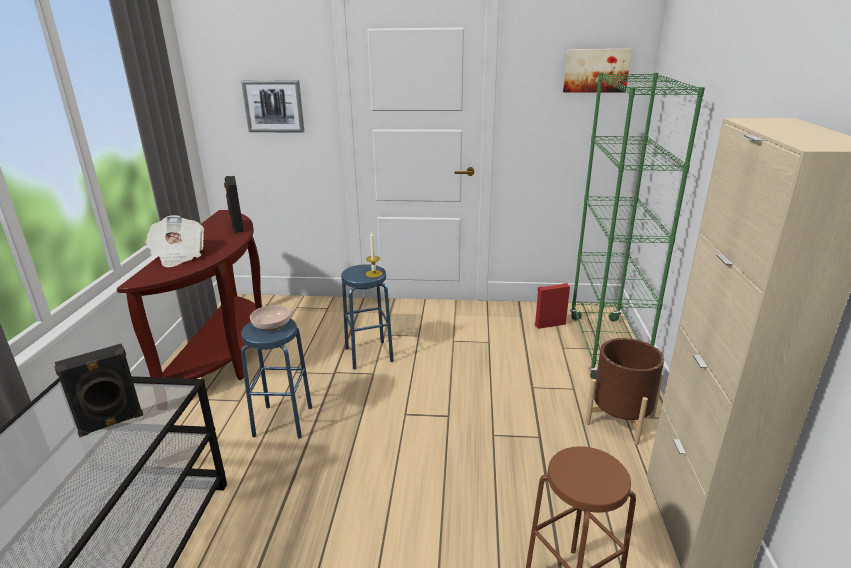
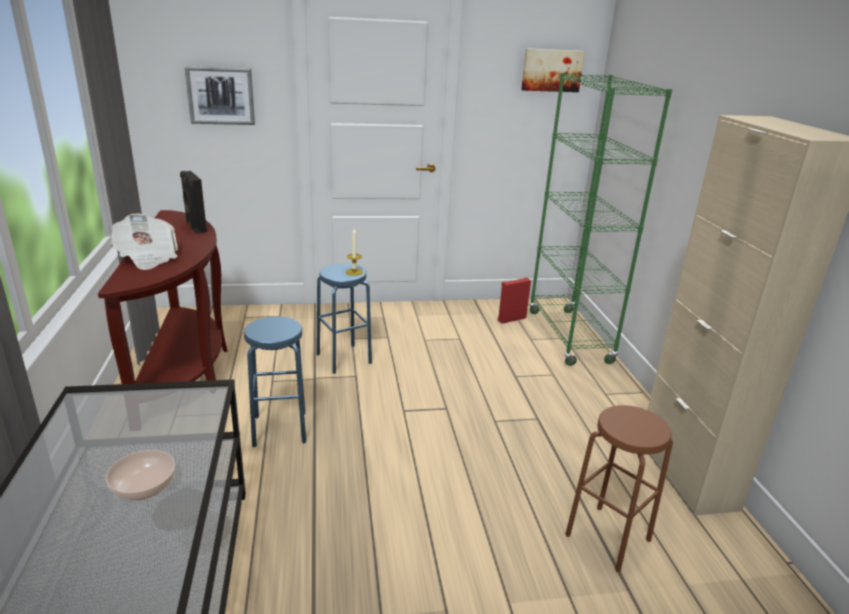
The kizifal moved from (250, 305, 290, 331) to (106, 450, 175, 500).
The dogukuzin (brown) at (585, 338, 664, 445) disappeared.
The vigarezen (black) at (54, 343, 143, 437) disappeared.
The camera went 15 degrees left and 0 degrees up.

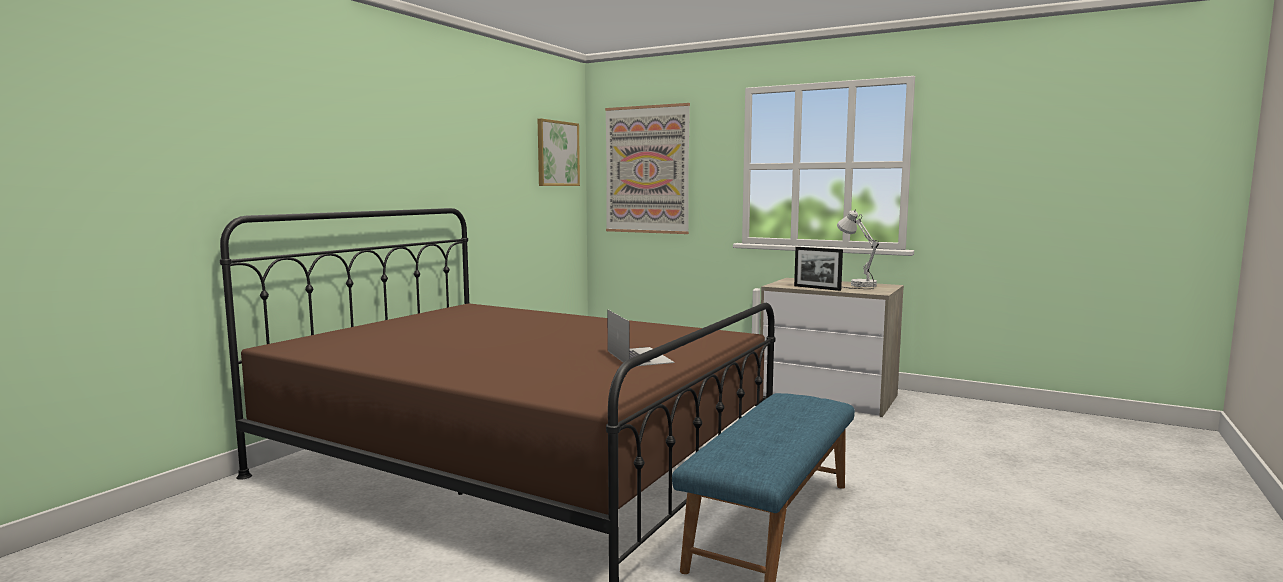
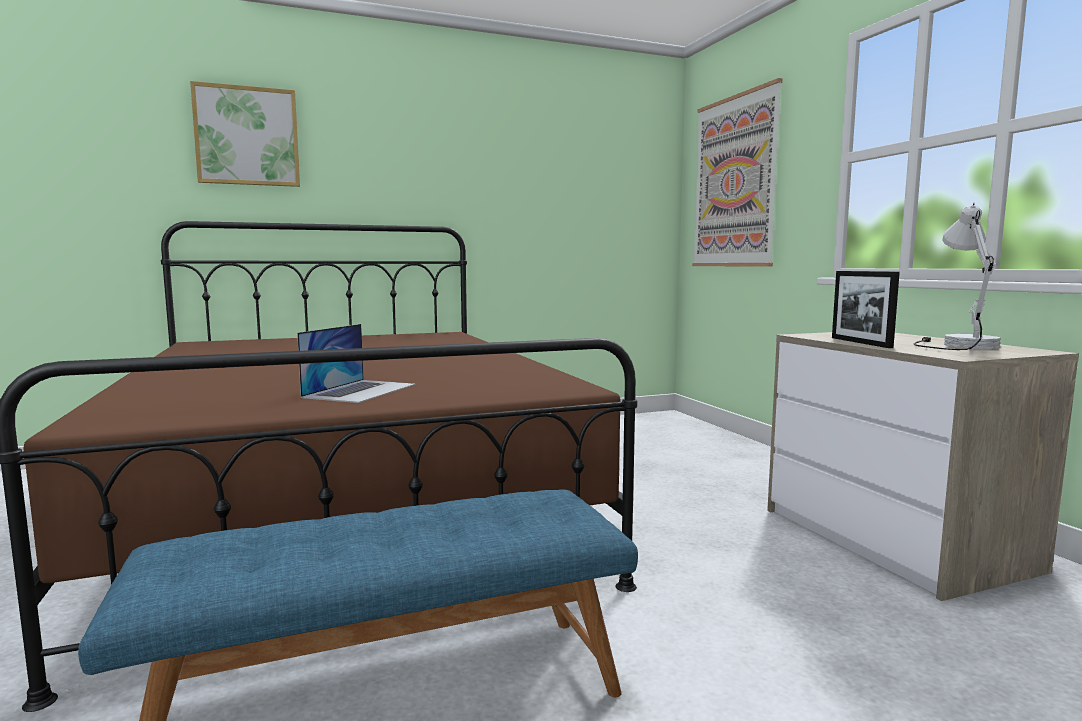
The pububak moved from (538, 118, 580, 186) to (190, 81, 300, 187).
The camera went 40 degrees right and 0 degrees up.

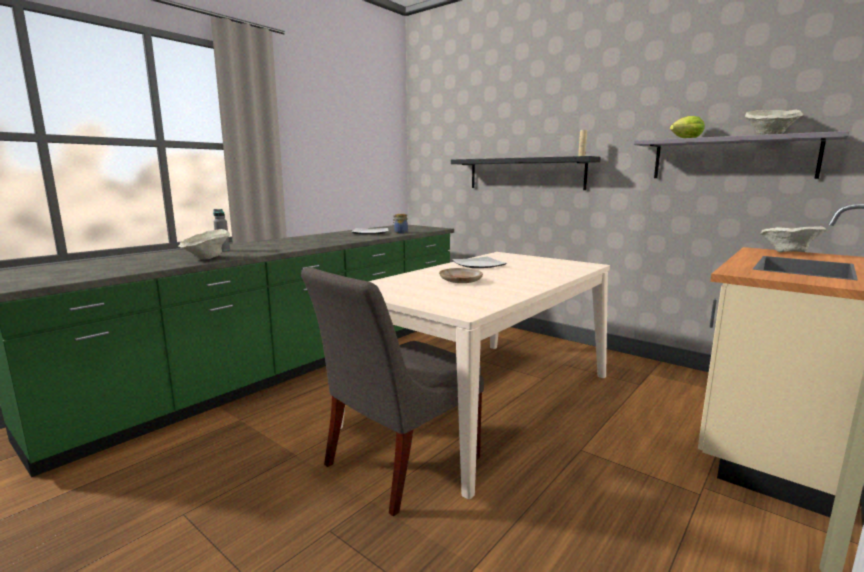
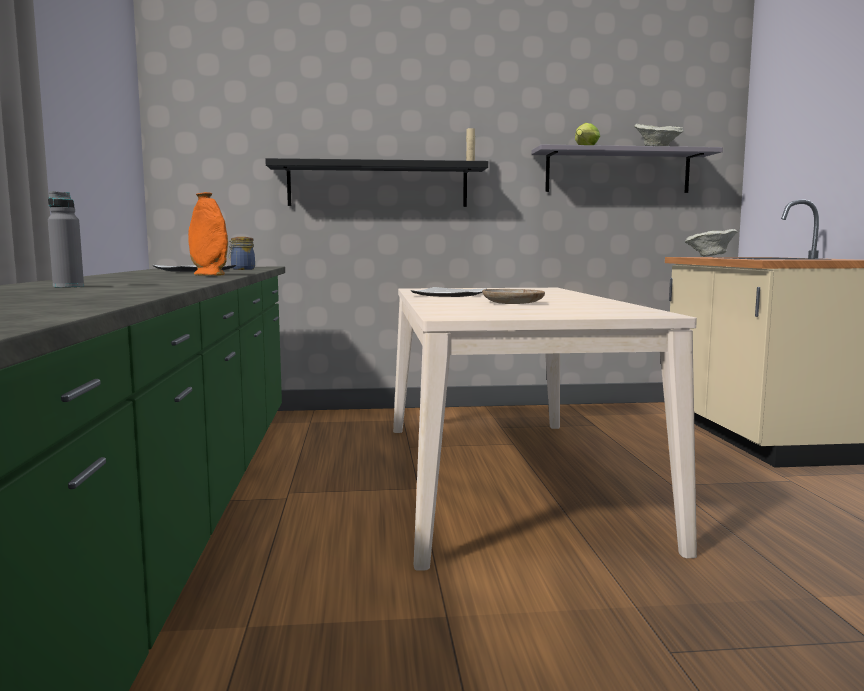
The kizifal (beige) at (178, 229, 230, 260) disappeared.
The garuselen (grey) at (301, 267, 484, 516) disappeared.
The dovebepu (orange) at (188, 192, 228, 276) appeared.
The camera went 45 degrees left and 5 degrees down.

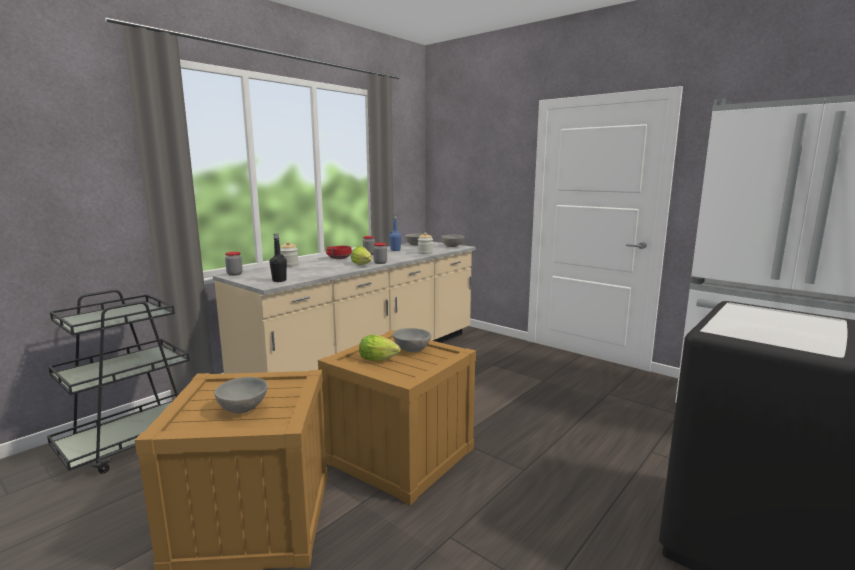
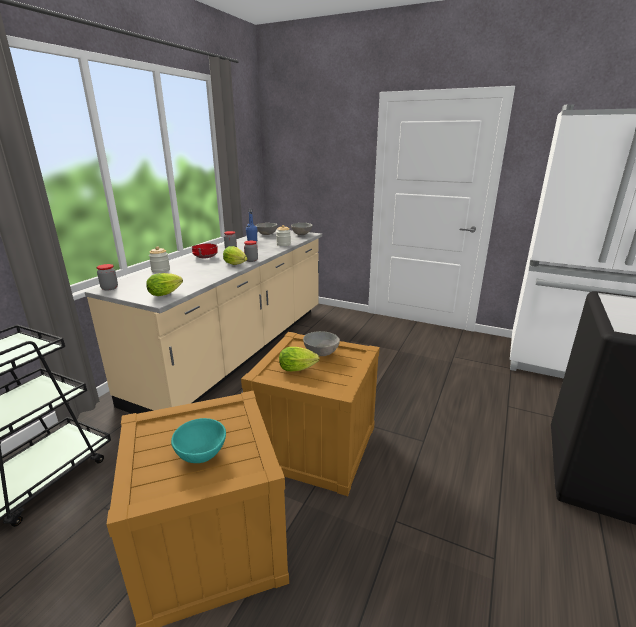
The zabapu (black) at (270, 234, 287, 282) was replaced by the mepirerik at (146, 273, 183, 296).
The kizifal (grey) at (214, 377, 268, 414) became the kizifal (turquoise) at (171, 418, 226, 463).
The camera went 15 degrees left and 10 degrees up.

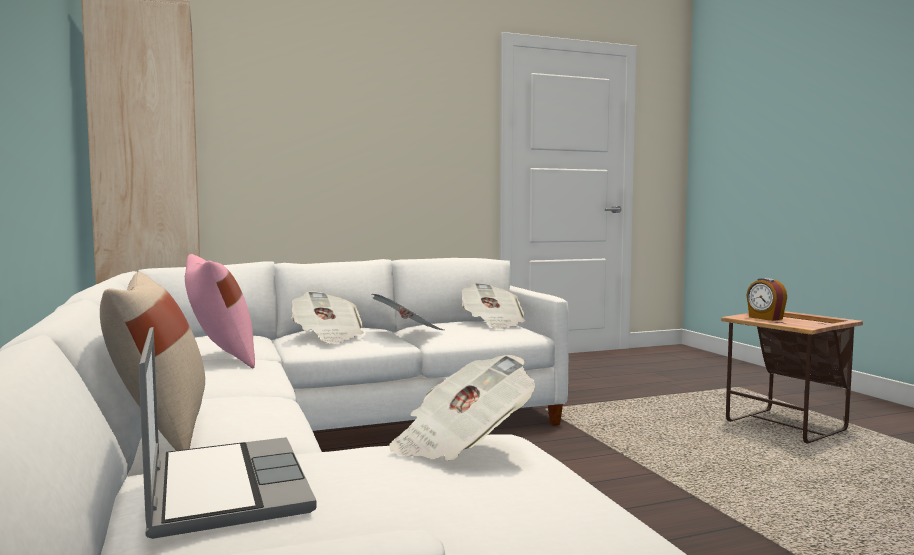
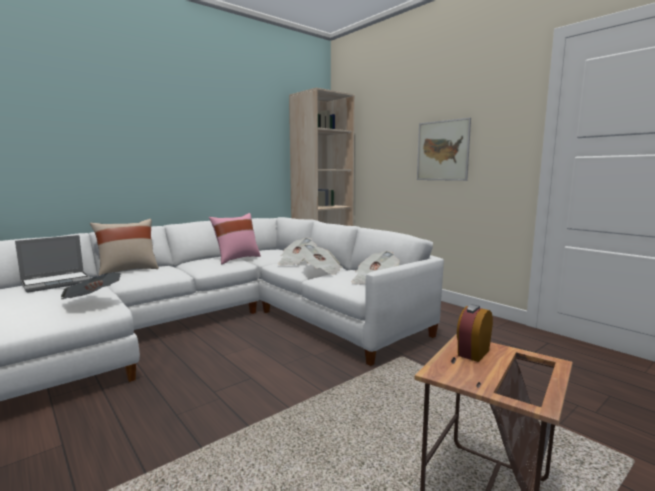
The pububak at (417, 118, 471, 181) appeared.
The camera went 70 degrees right and 5 degrees up.

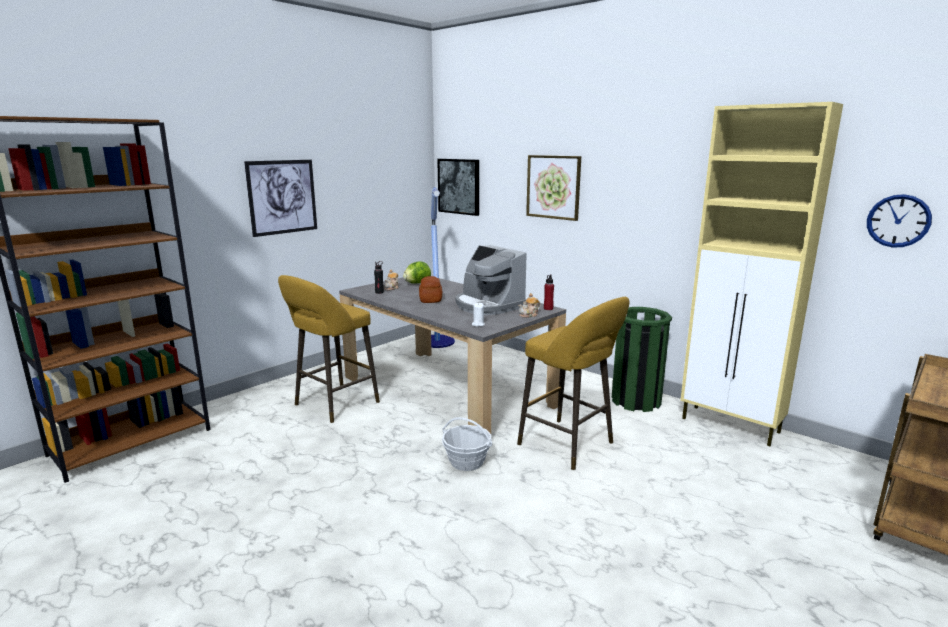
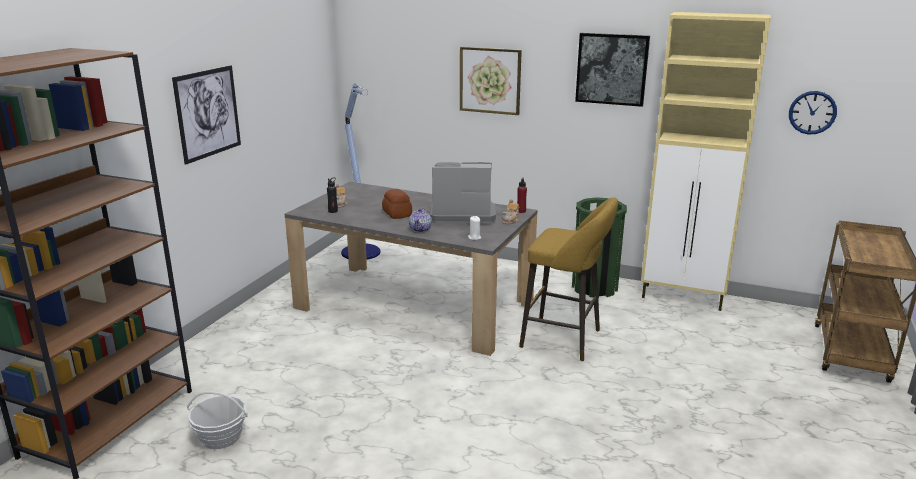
The pububak moved from (437, 159, 479, 216) to (575, 33, 650, 107).
The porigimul at (455, 245, 526, 315) turned 150 degrees clockwise.
The mepirerik at (403, 261, 431, 284) disappeared.
The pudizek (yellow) at (278, 275, 380, 423) disappeared.
The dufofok moved from (442, 417, 492, 471) to (187, 391, 248, 449).
The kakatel at (409, 208, 432, 232) appeared.
The camera went 20 degrees left and 5 degrees up.

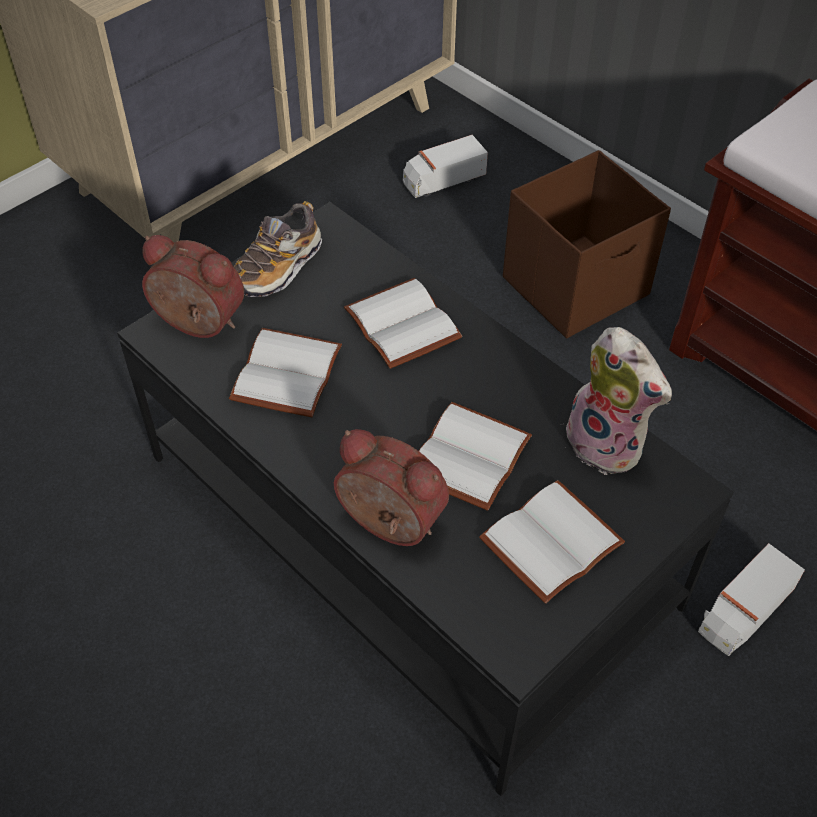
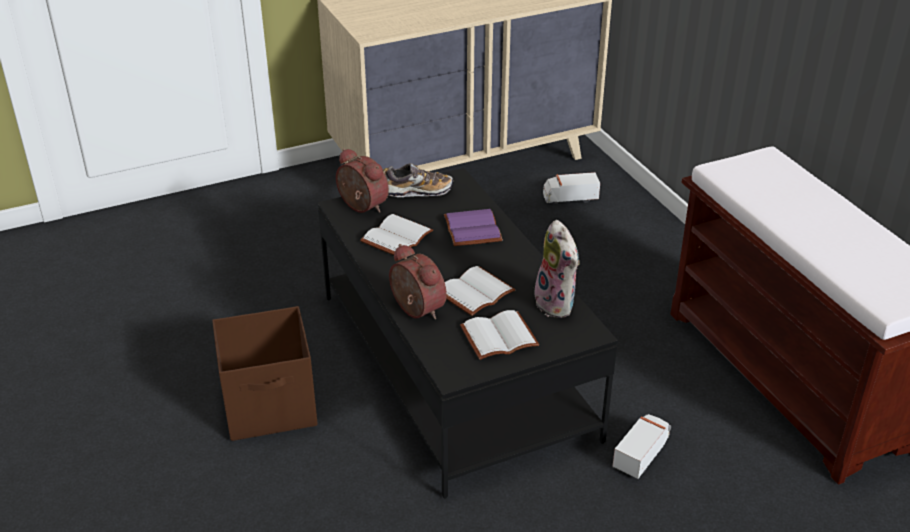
The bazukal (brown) moved from (503, 150, 671, 338) to (212, 306, 318, 441).
The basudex at (234, 201, 322, 297) turned 150 degrees counterclockwise.
The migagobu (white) at (344, 278, 462, 369) became the migagobu (purple) at (444, 209, 503, 246).
The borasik at (698, 543, 805, 656) turned 150 degrees clockwise.
The camera went 20 degrees right and 15 degrees down.

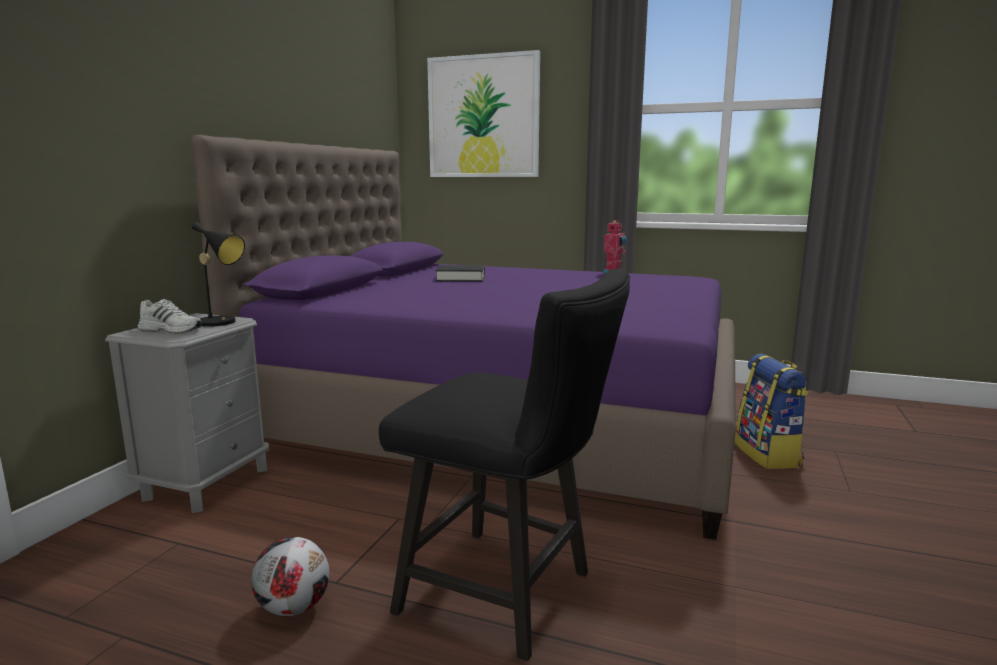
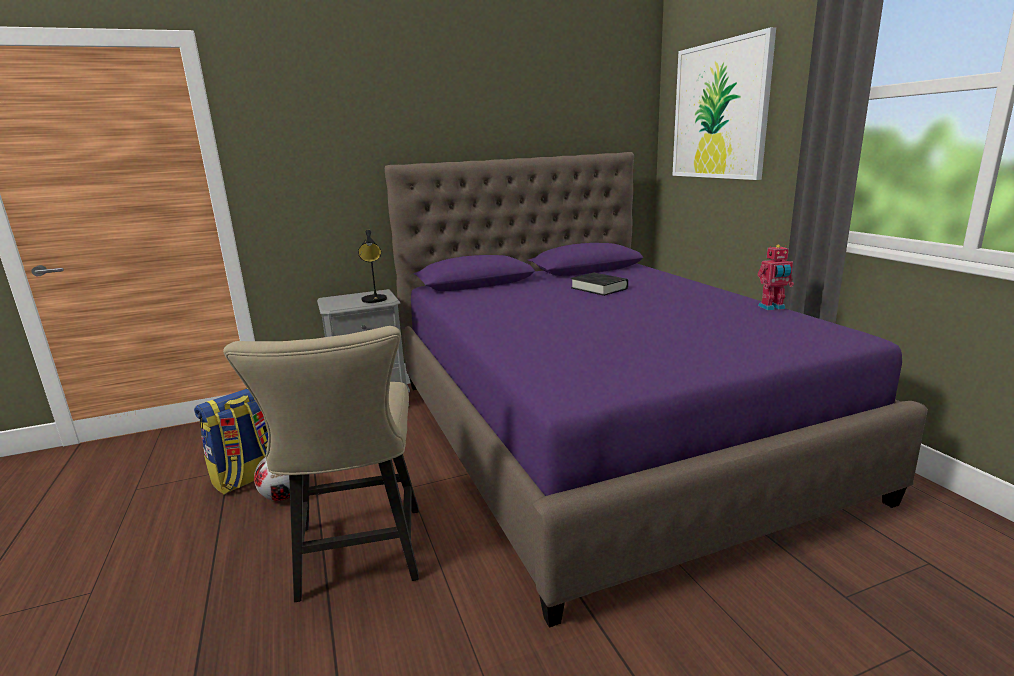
The garuselen (black) at (379, 269, 630, 661) became the garuselen (beige) at (223, 326, 419, 602).
The basudex (white) at (137, 299, 202, 333) disappeared.
The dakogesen moved from (735, 354, 809, 469) to (194, 388, 268, 495).
The camera went 50 degrees right and 5 degrees up.

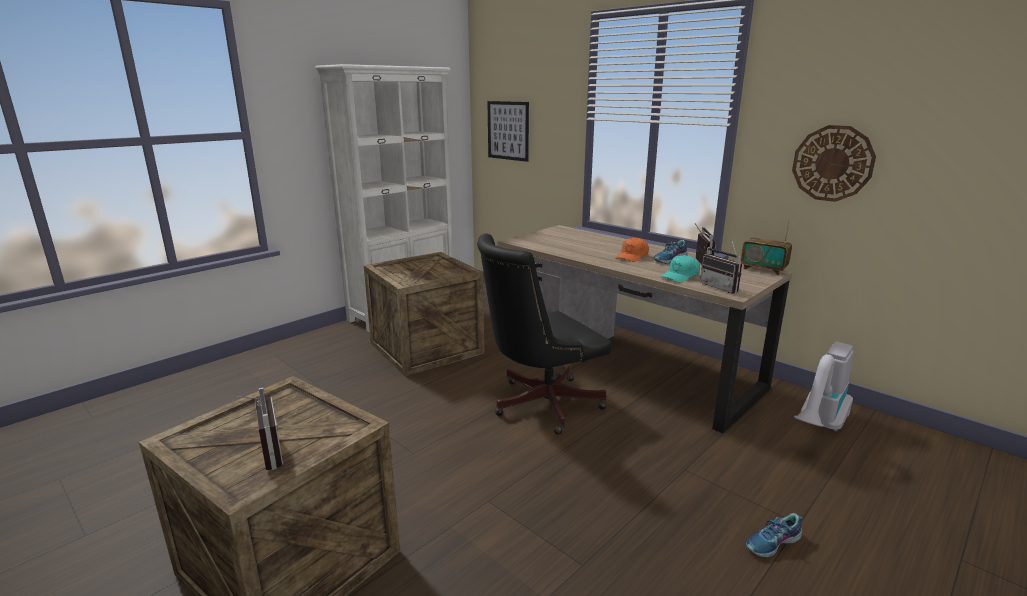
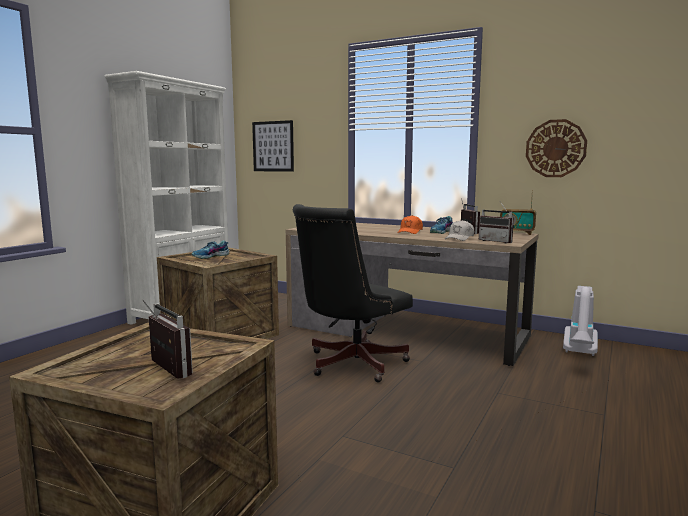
The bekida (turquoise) at (661, 255, 700, 283) became the bekida (white) at (445, 220, 474, 241).
The basudex moved from (746, 513, 803, 558) to (192, 240, 229, 259).
The camera went 15 degrees left and 10 degrees down.

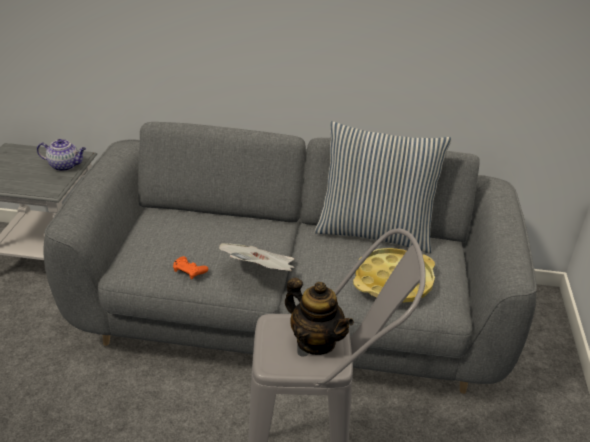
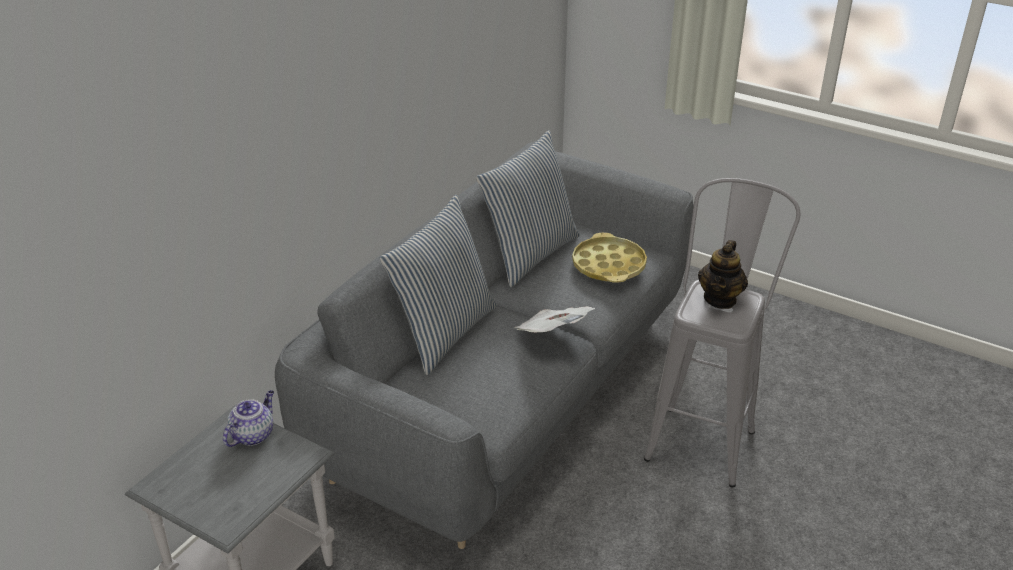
The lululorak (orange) at (173, 256, 208, 279) disappeared.
The kakatel at (285, 278, 354, 355) turned 135 degrees clockwise.
The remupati at (380, 195, 497, 375) appeared.
The camera went 65 degrees left and 0 degrees up.

